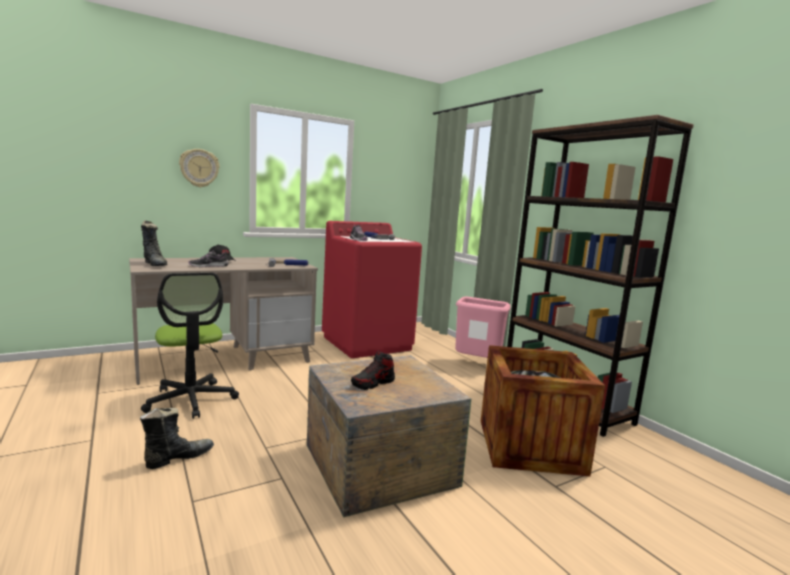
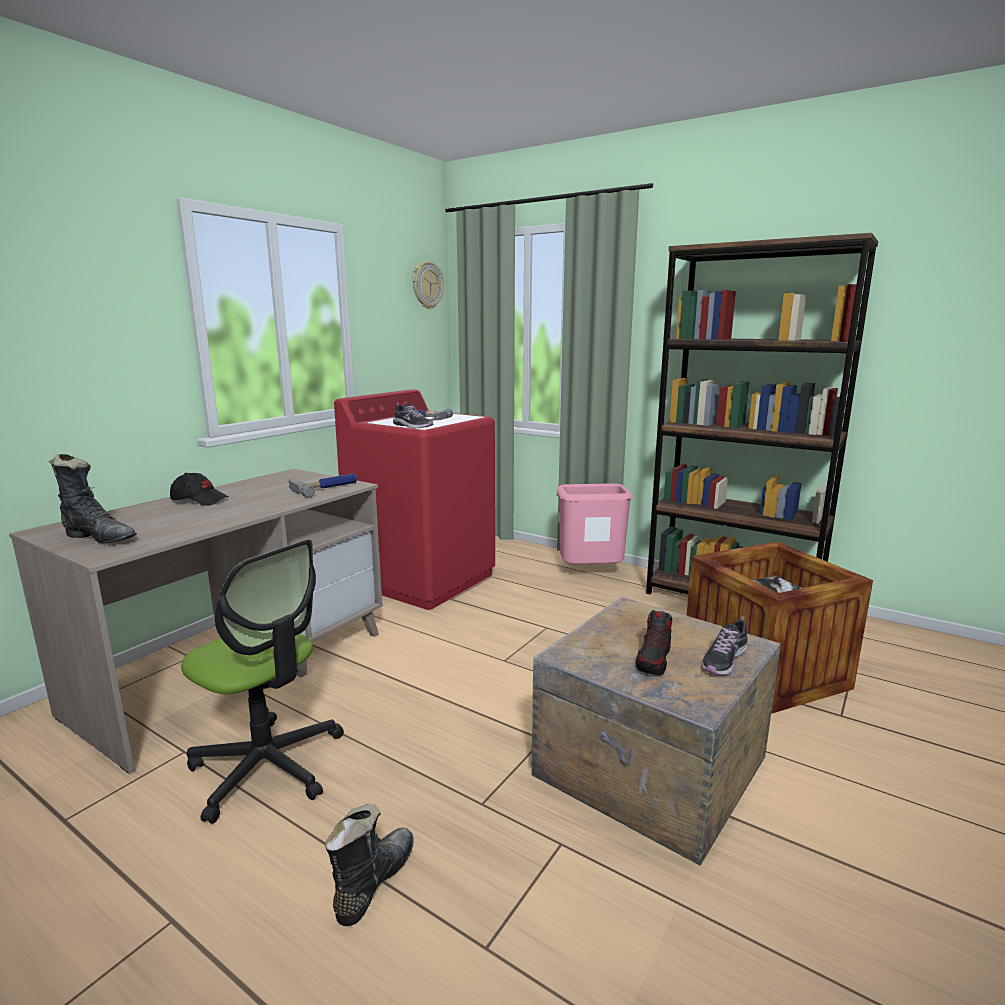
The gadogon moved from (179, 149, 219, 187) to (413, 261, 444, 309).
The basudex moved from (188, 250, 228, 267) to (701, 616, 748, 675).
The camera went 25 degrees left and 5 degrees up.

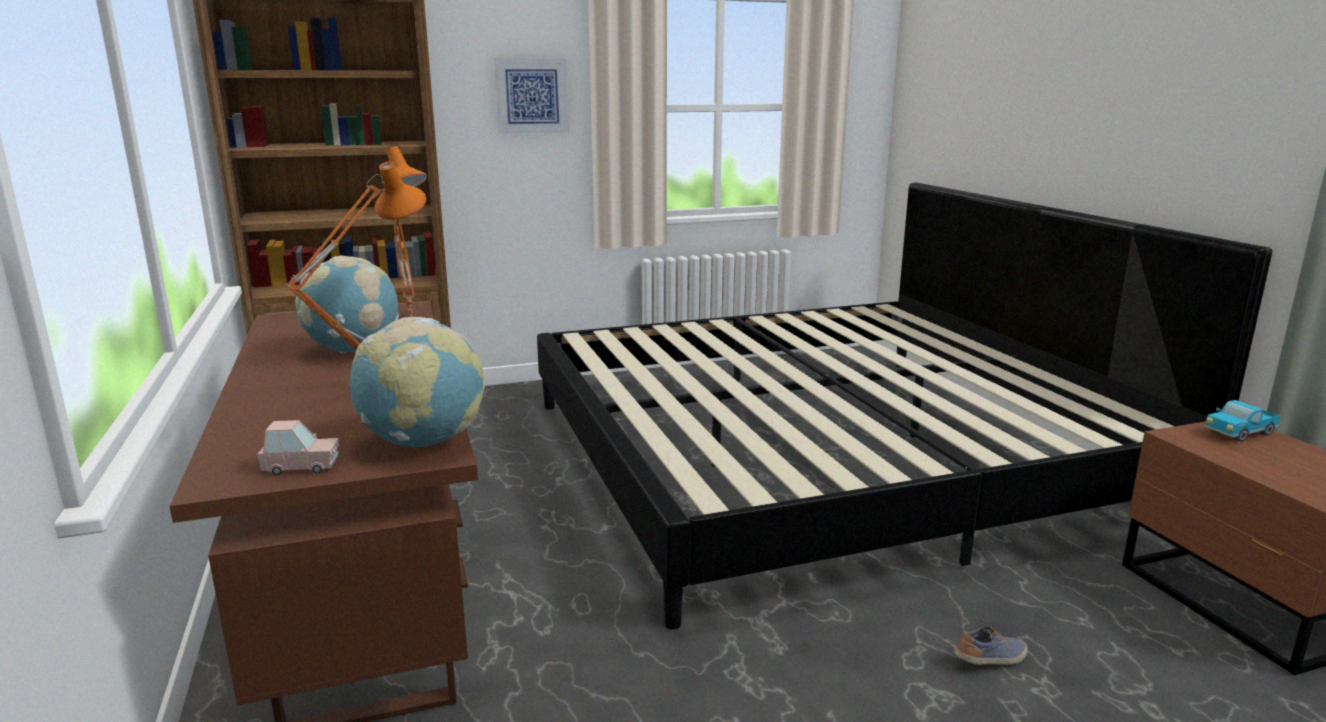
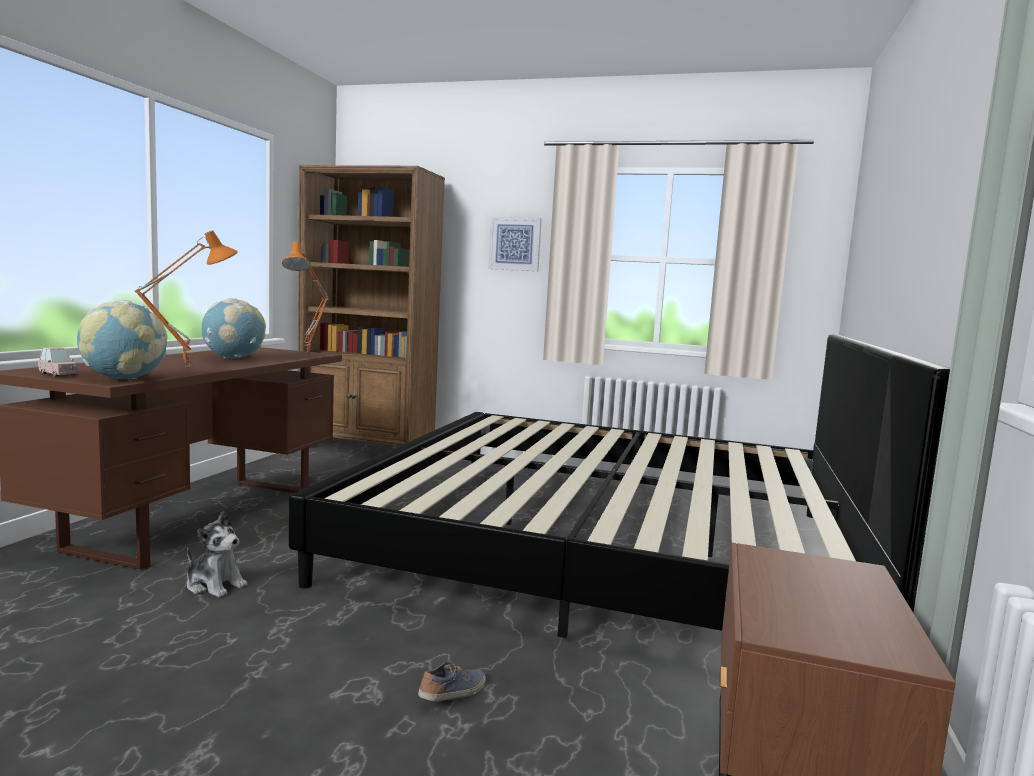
The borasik at (1204, 400, 1280, 442) disappeared.
The basudex at (955, 626, 1028, 665) turned 60 degrees counterclockwise.
The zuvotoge at (187, 511, 247, 598) appeared.
The camera went 35 degrees right and 10 degrees down.

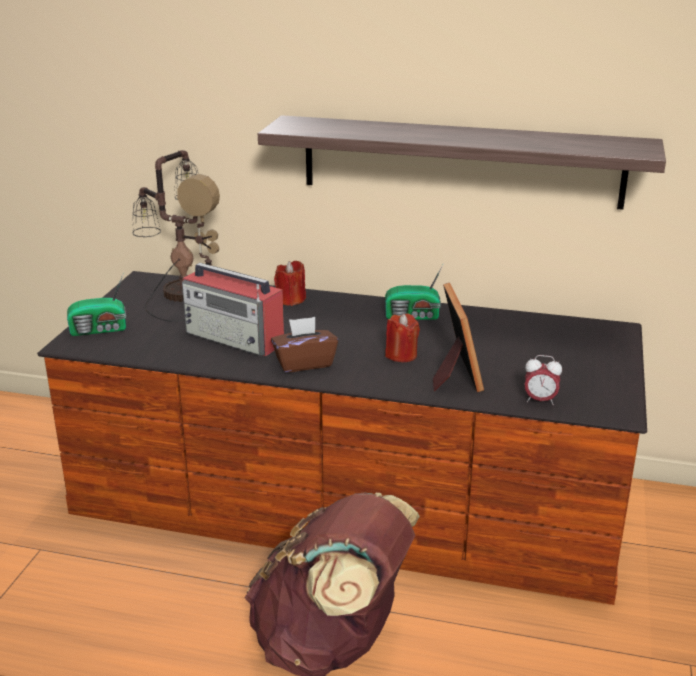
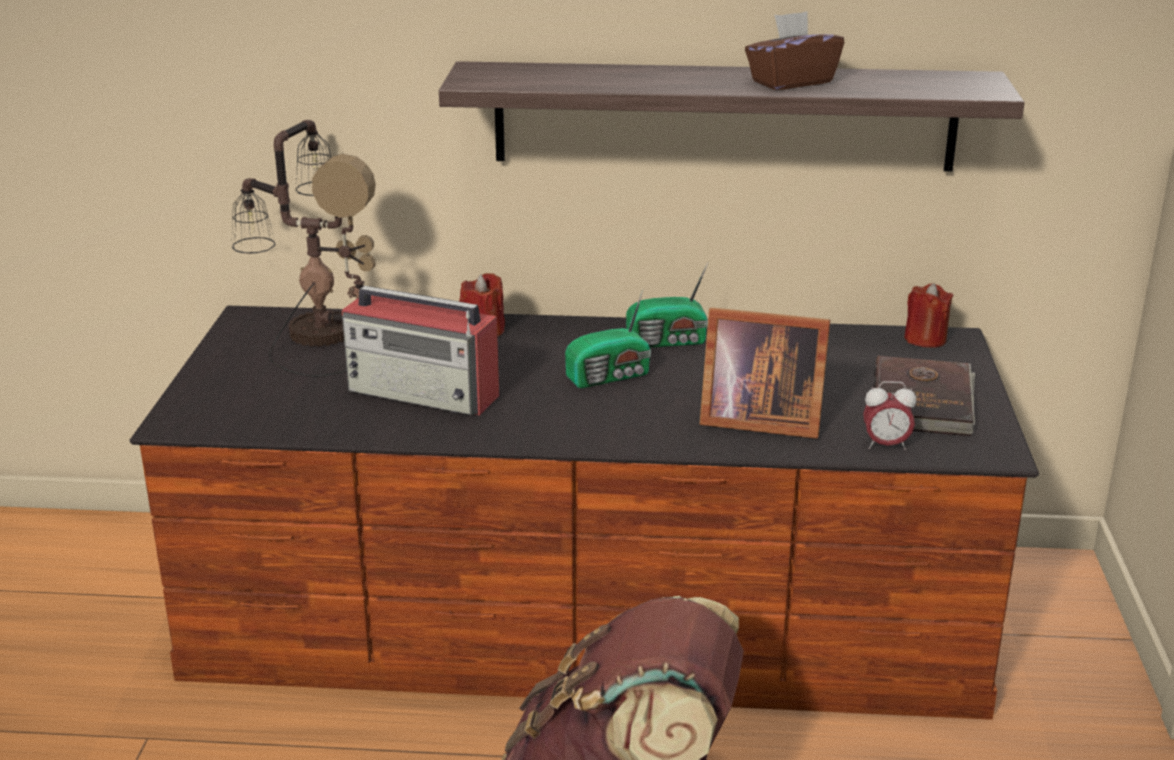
The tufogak moved from (67, 272, 126, 336) to (565, 290, 651, 388).
The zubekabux at (433, 283, 484, 392) turned 120 degrees clockwise.
The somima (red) moved from (385, 314, 420, 362) to (904, 283, 953, 348).
The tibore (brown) moved from (271, 317, 338, 373) to (745, 11, 844, 90).
The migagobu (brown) at (873, 355, 975, 436) appeared.
The camera went 10 degrees left and 0 degrees up.

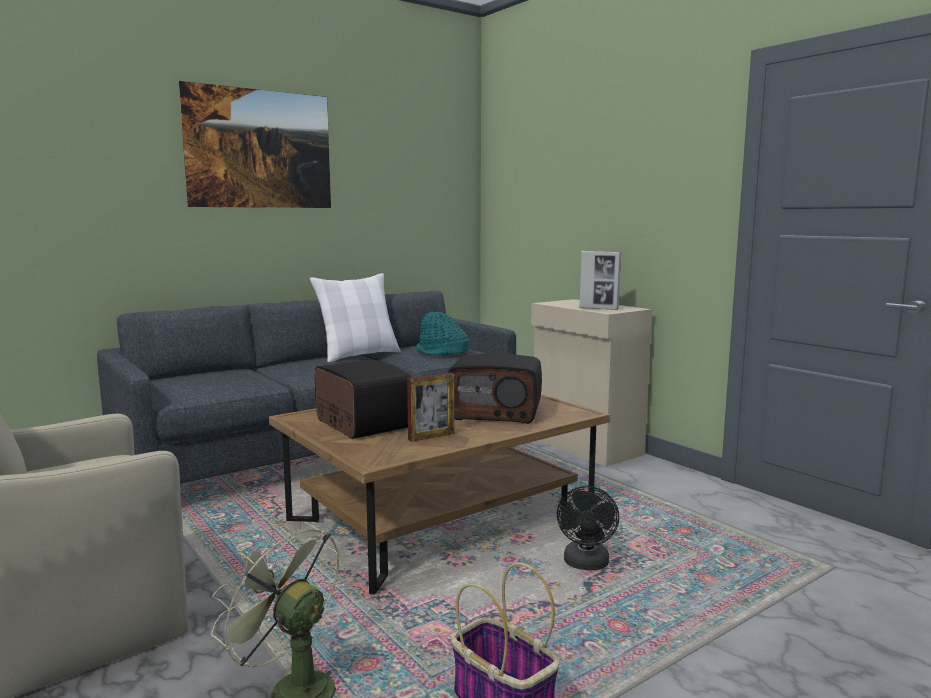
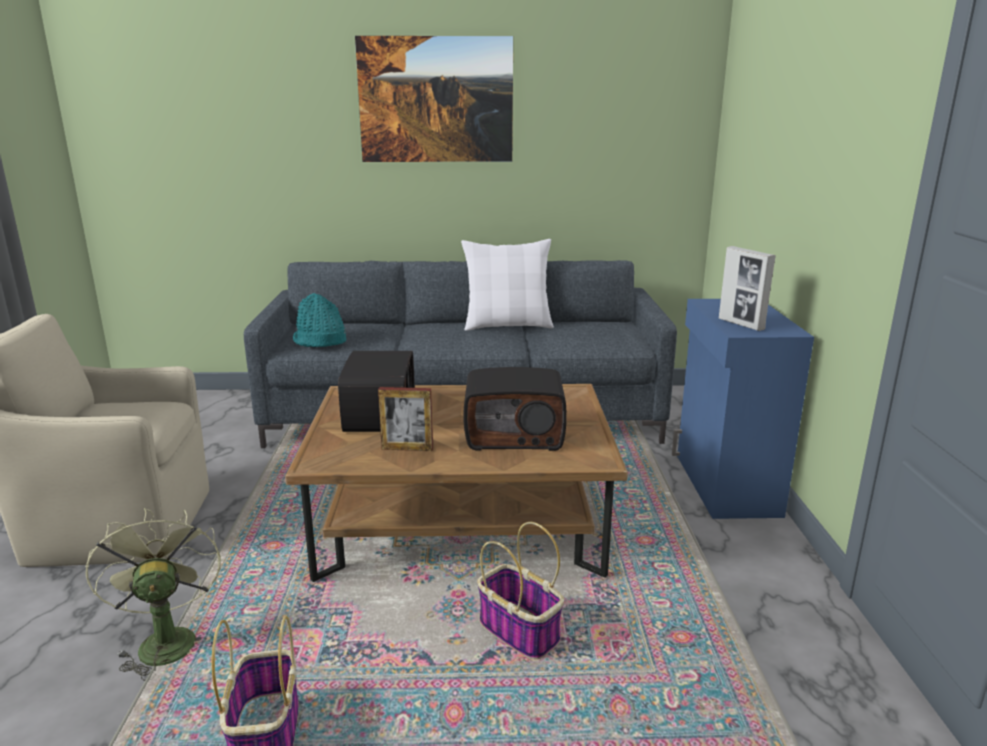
The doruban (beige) at (531, 299, 652, 466) became the doruban (blue) at (672, 299, 814, 519).
The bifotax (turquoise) moved from (416, 312, 469, 356) to (293, 293, 346, 347).
The tufogak at (448, 354, 542, 424) turned 45 degrees counterclockwise.
The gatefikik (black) at (557, 486, 619, 570) was replaced by the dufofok at (477, 522, 564, 659).
The camera went 35 degrees right and 10 degrees up.

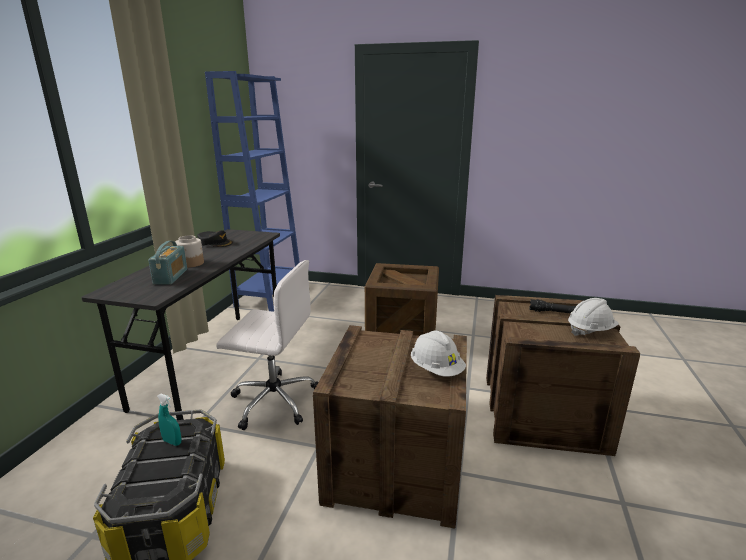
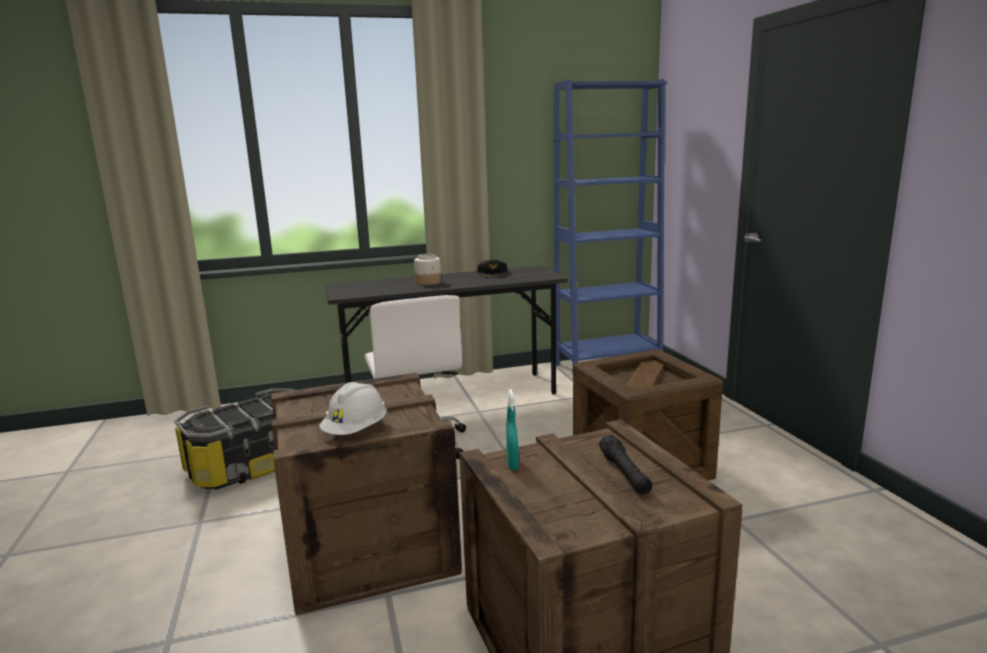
The tufogak at (148, 241, 187, 285) disappeared.
The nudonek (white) at (568, 298, 619, 336) disappeared.
The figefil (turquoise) moved from (157, 393, 181, 446) to (506, 389, 519, 470).
The camera went 60 degrees right and 5 degrees down.

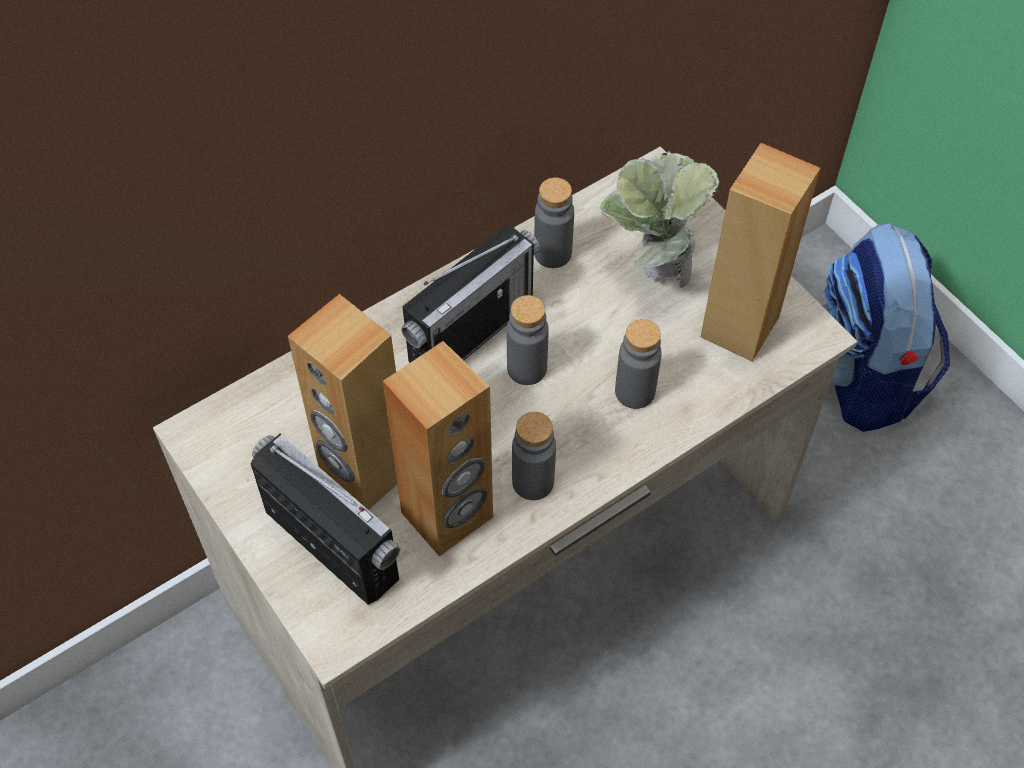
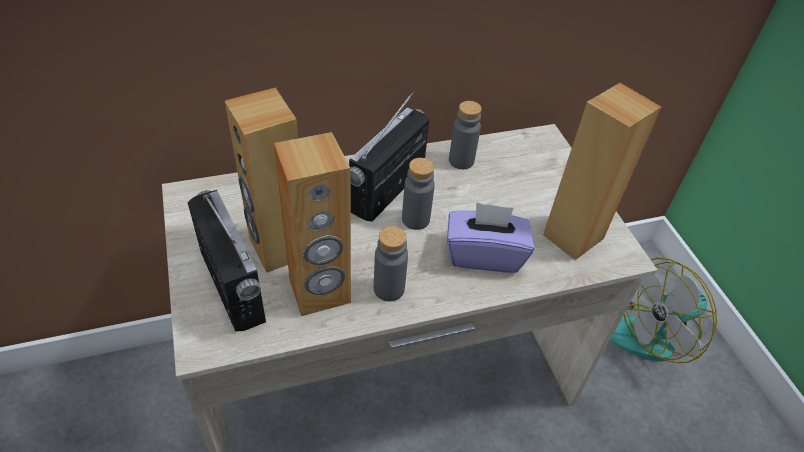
The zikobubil at (600, 151, 719, 288) disappeared.
The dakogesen at (823, 223, 950, 432) was replaced by the gatefikik at (610, 258, 717, 363).
The tufogak at (401, 226, 540, 363) turned 150 degrees clockwise.
The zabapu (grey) at (615, 319, 662, 409) was replaced by the tibore (purple) at (447, 202, 534, 273).
The camera went 15 degrees right and 10 degrees down.

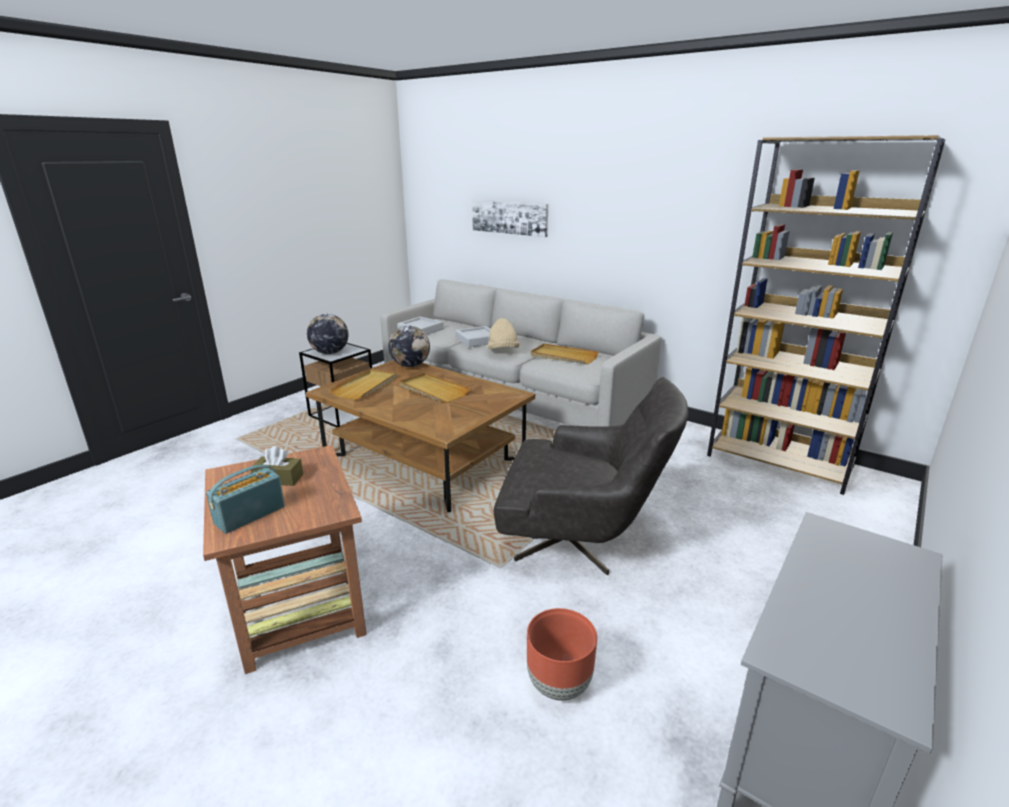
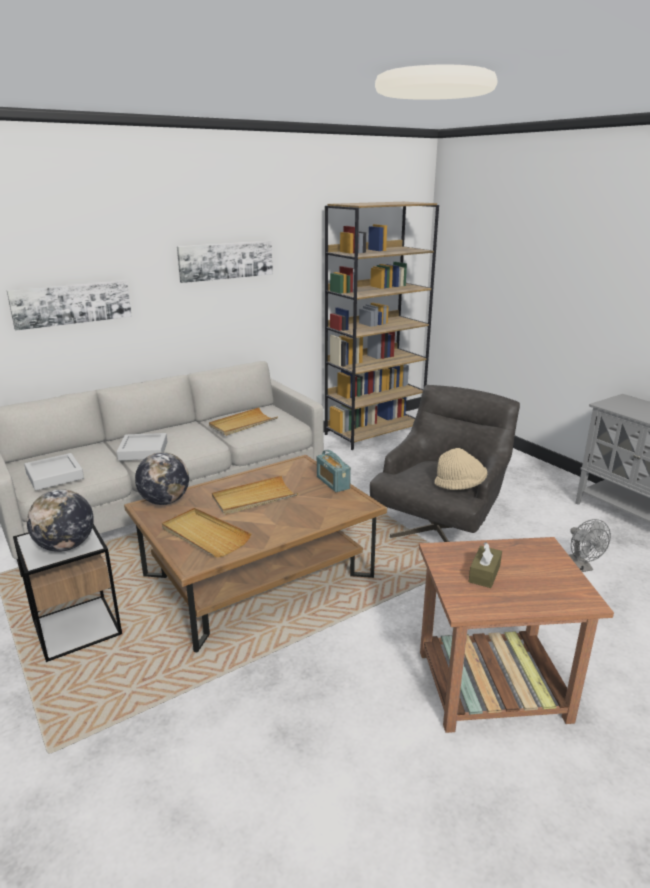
The bifotax (beige) moved from (487, 318, 520, 349) to (435, 448, 487, 490).
The tufogak moved from (206, 465, 285, 534) to (317, 450, 351, 492).
The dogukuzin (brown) at (527, 608, 597, 701) was replaced by the gatefikik (grey) at (569, 519, 611, 572).
The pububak at (177, 241, 273, 283) appeared.
The camera went 70 degrees left and 0 degrees up.

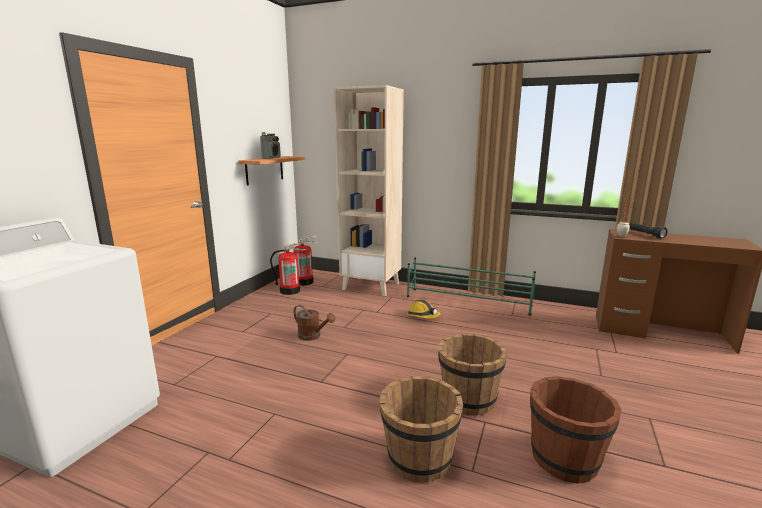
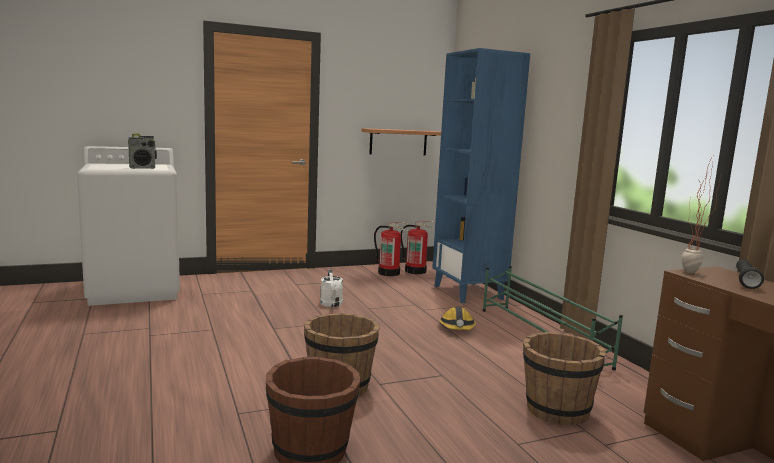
The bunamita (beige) at (334, 85, 404, 296) became the bunamita (blue) at (432, 48, 530, 303).
The tufogak moved from (260, 132, 281, 159) to (128, 133, 157, 169).
The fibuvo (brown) at (294, 305, 335, 341) became the fibuvo (white) at (320, 270, 343, 307).
The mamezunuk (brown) moved from (380, 376, 463, 482) to (523, 332, 606, 426).
The camera went 45 degrees right and 5 degrees down.

